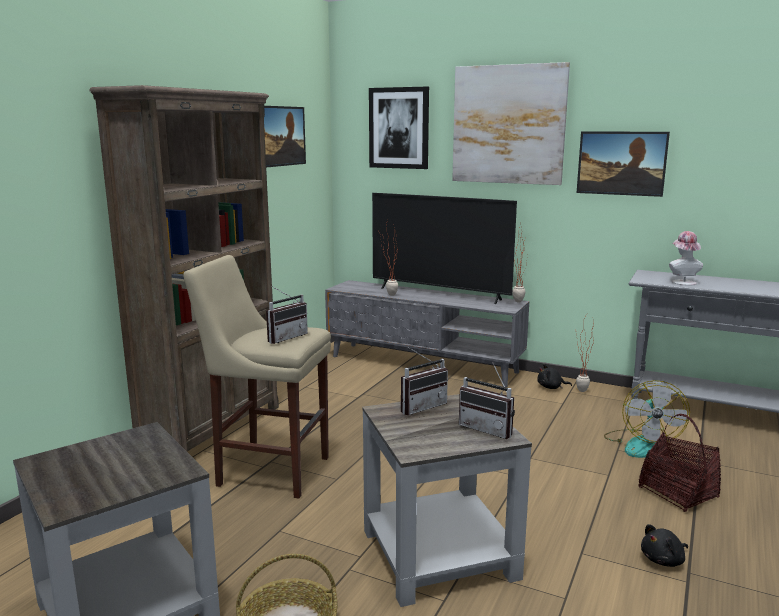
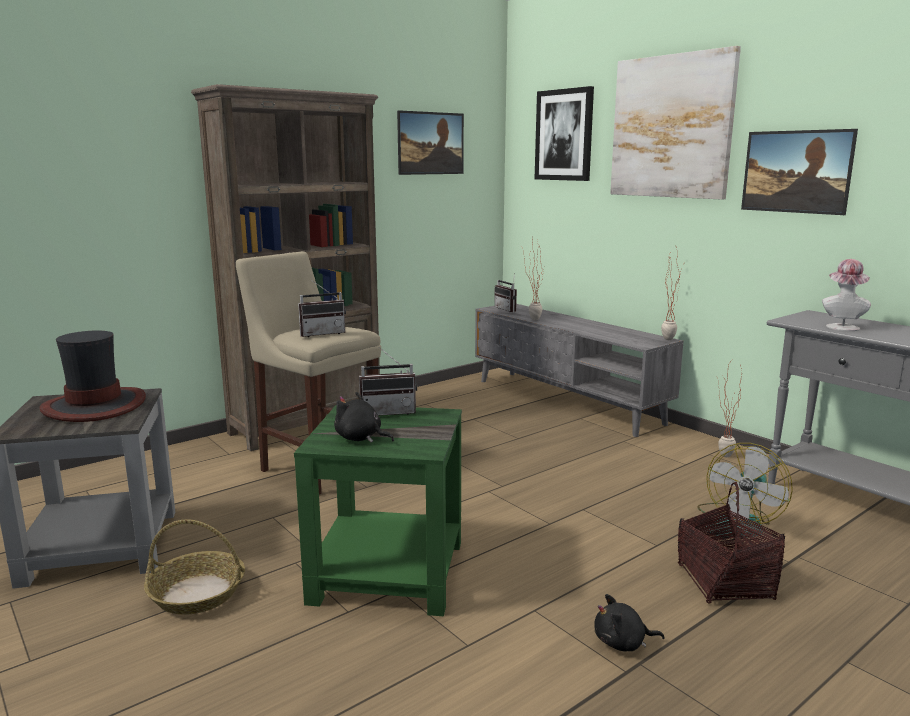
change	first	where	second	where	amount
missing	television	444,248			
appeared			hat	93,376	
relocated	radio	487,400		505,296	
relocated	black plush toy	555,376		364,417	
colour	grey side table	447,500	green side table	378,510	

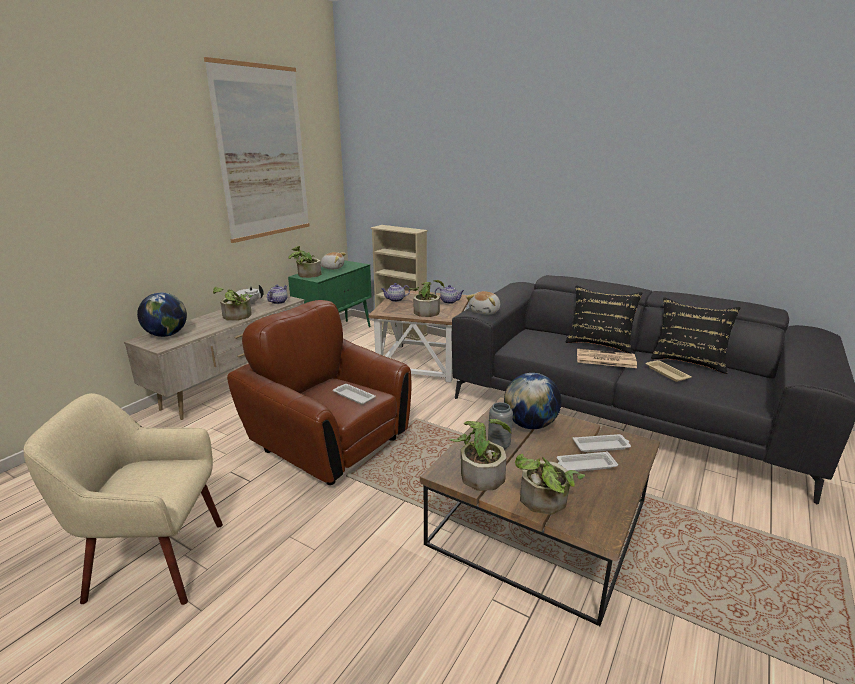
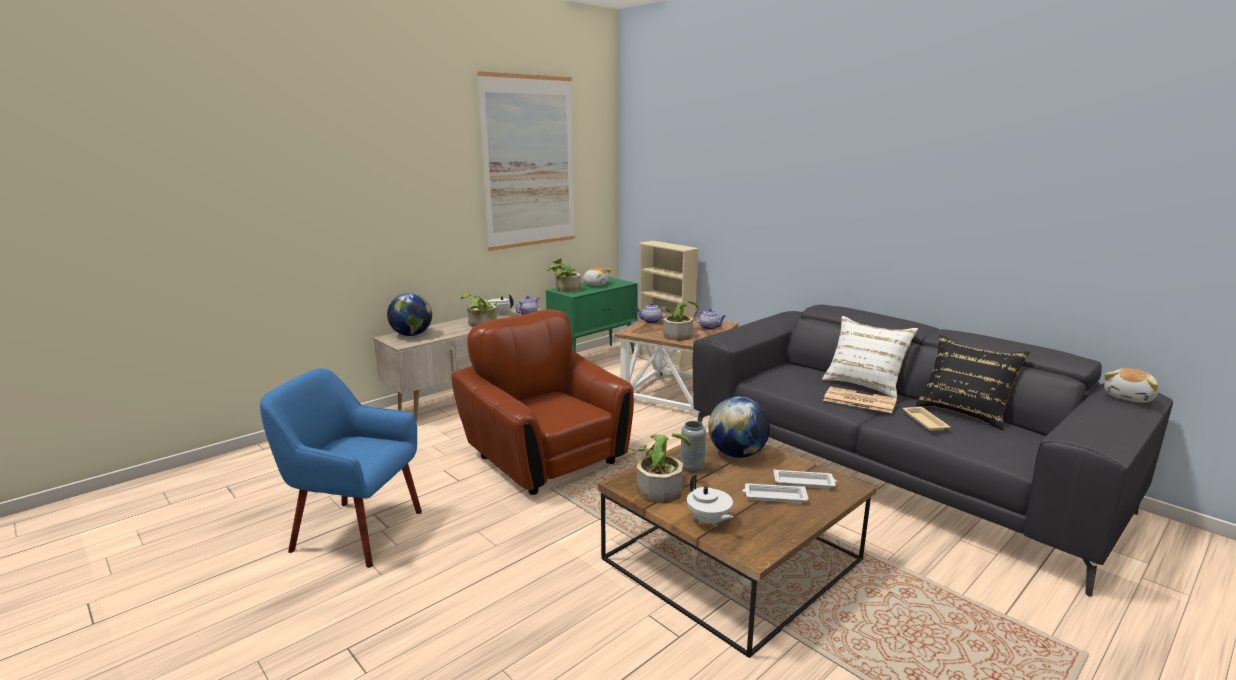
change	first	where	second	where	amount
missing	white tray	354,394			
relocated	plush toy	483,303		1131,385	
exchanged	potted plant	550,484	white teapot	710,501	
colour	beige armchair	123,499	blue armchair	341,468	
colour	black pillow	604,320	white pillow	870,357	

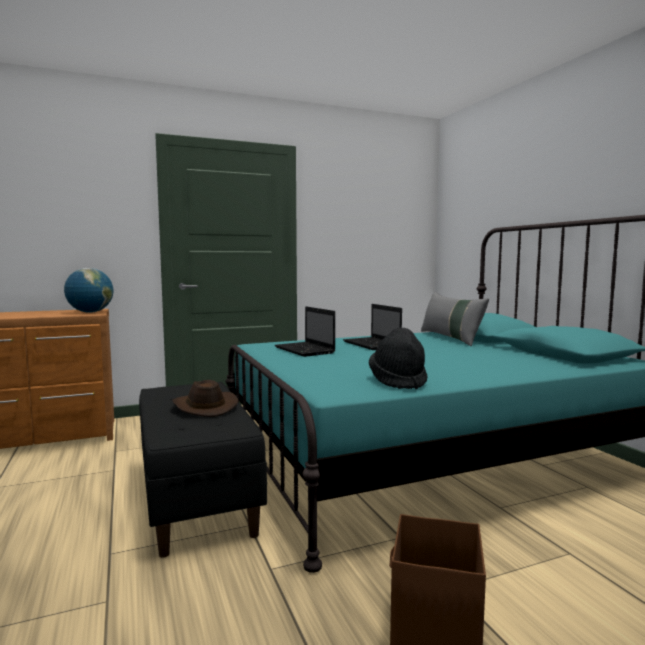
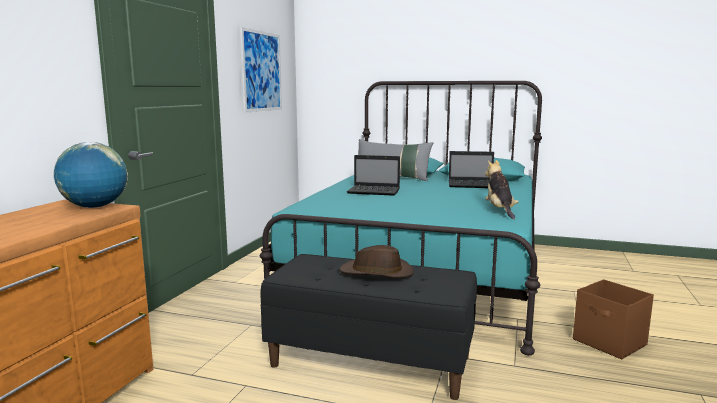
change	first	where	second	where	amount
appeared			picture	261,70	
relocated	laptop	305,331		471,169	
exchanged	black hat	398,358	plush toy	502,189	

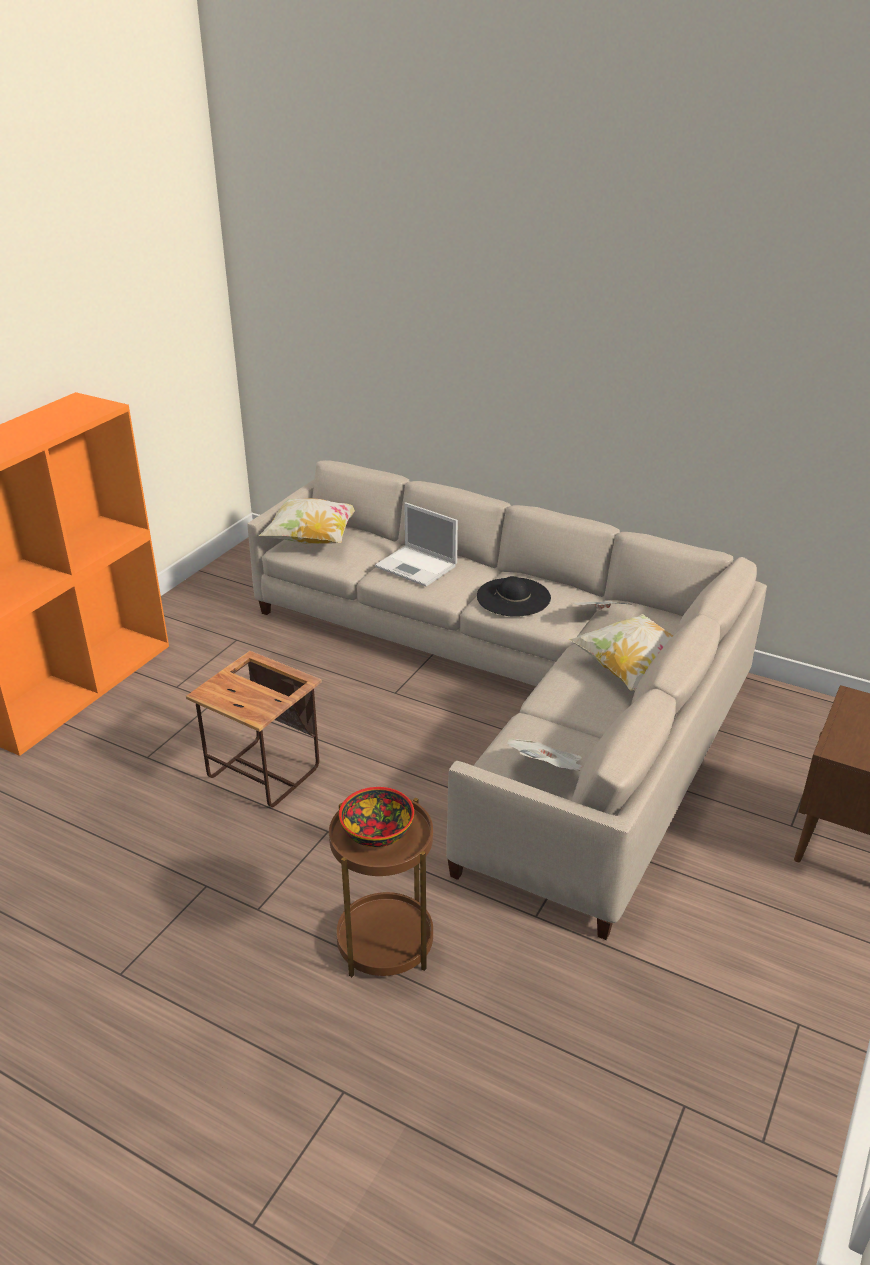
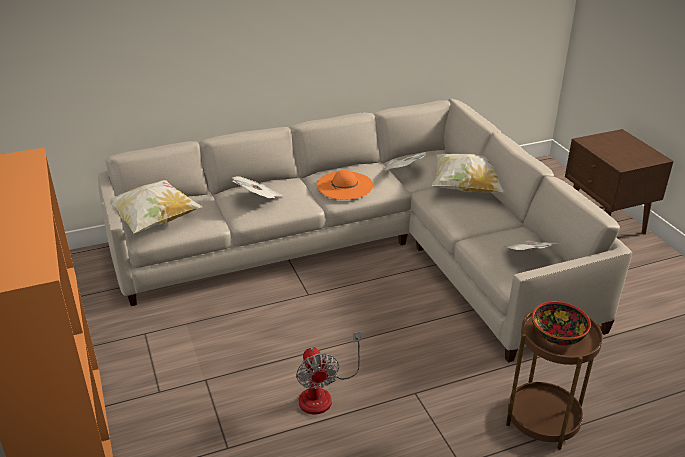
change	first	where	second	where	amount
exchanged	side table	254,729	fan	328,372	
exchanged	laptop	416,544	newspaper	258,187	
colour	black hat	514,596	orange hat	344,185	

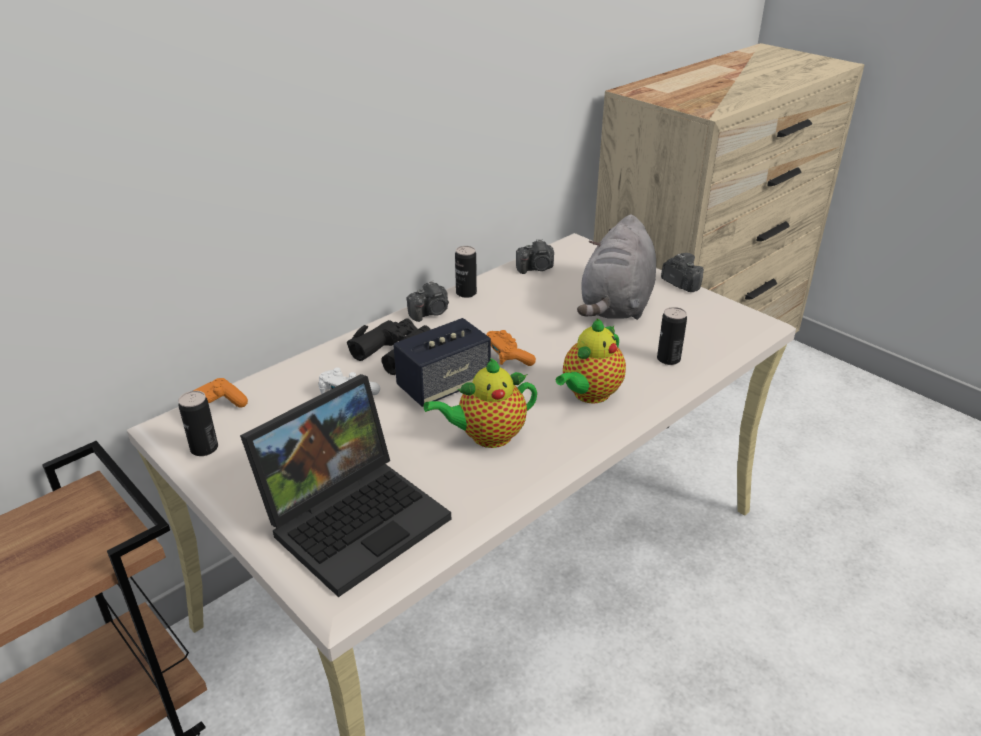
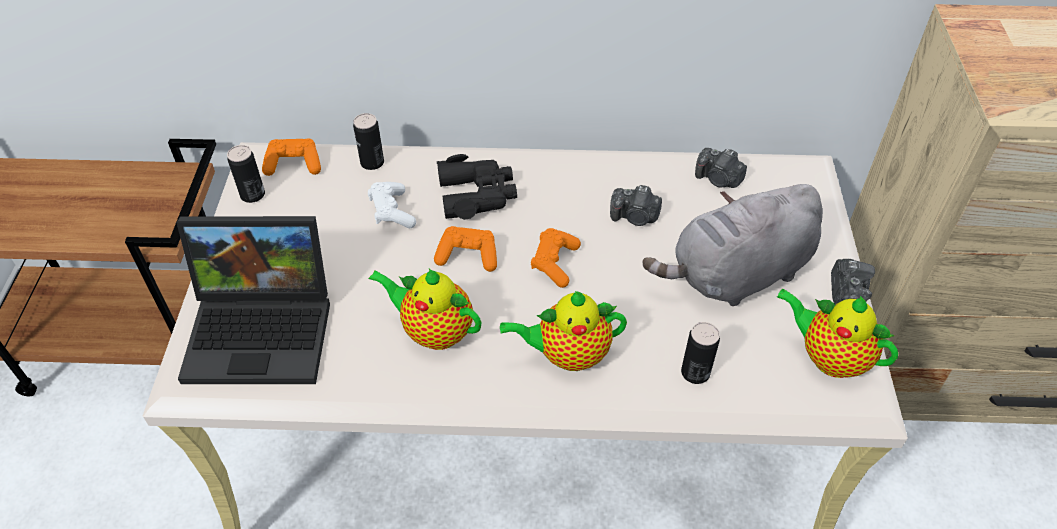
change	first	where	second	where	amount
appeared			teapot	837,333	
relocated	photo camera	427,301		636,205	
relocated	can	466,272		368,141	
exchanged	speaker	442,362	orange game controller	465,249	

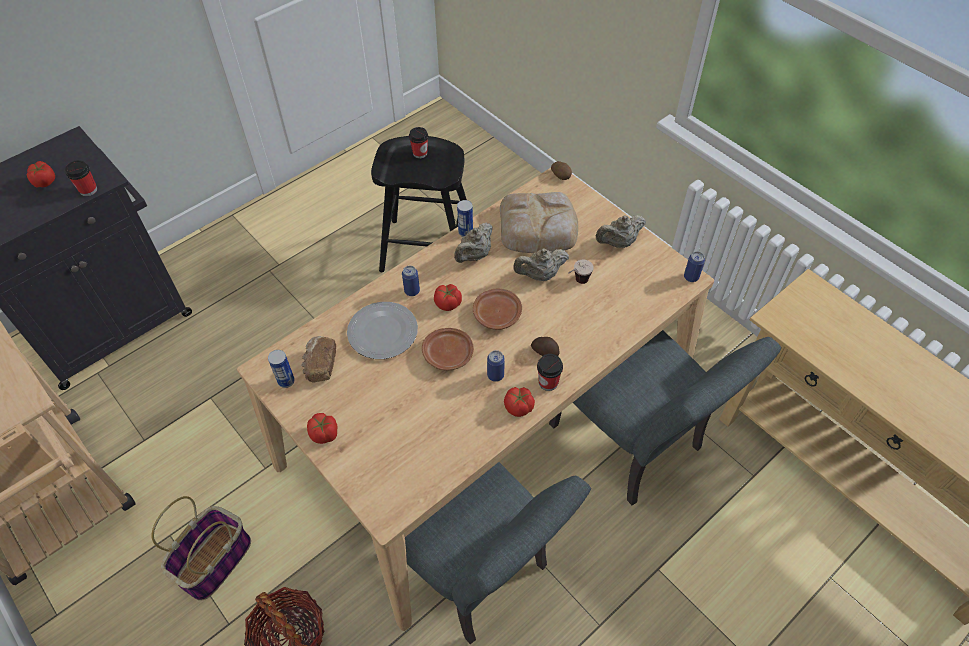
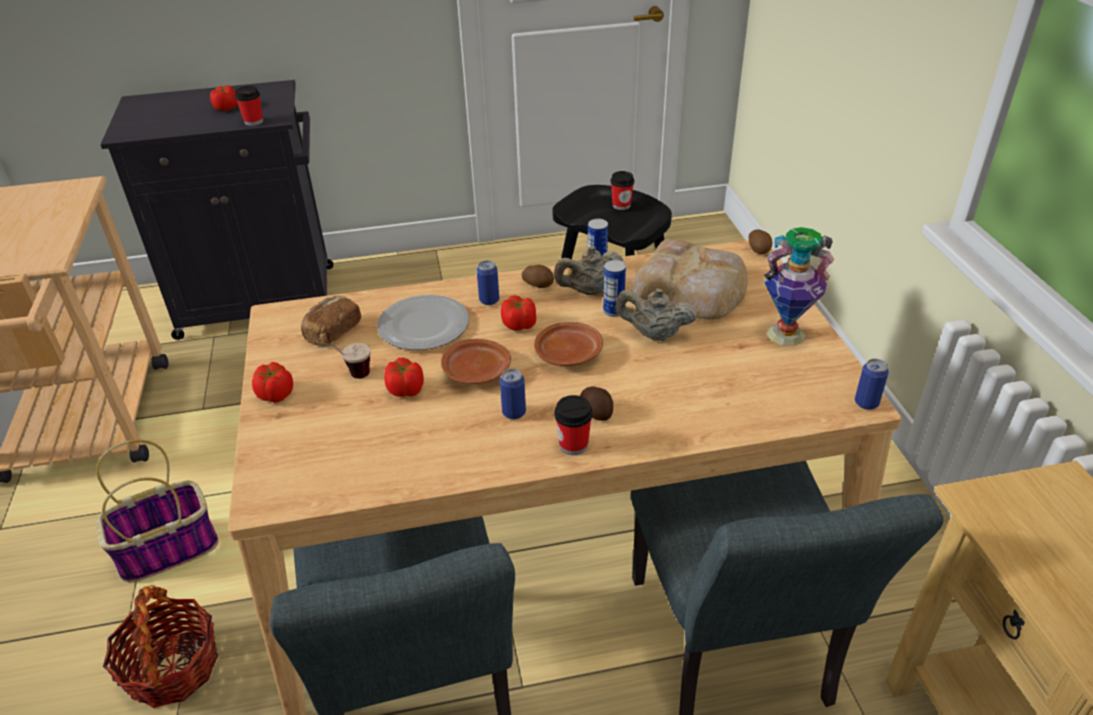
change	first	where	second	where	amount
appeared			potato	538,276	
relocated	can	281,369		614,288	
relocated	tomato	519,402		404,377	
relocated	cup	581,272		342,361	
exchanged	beige teapot	621,231	vase	799,286	

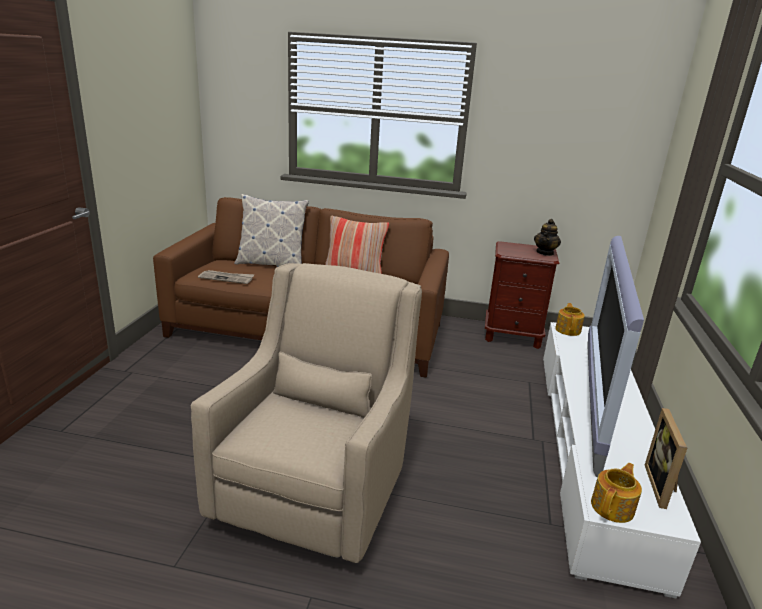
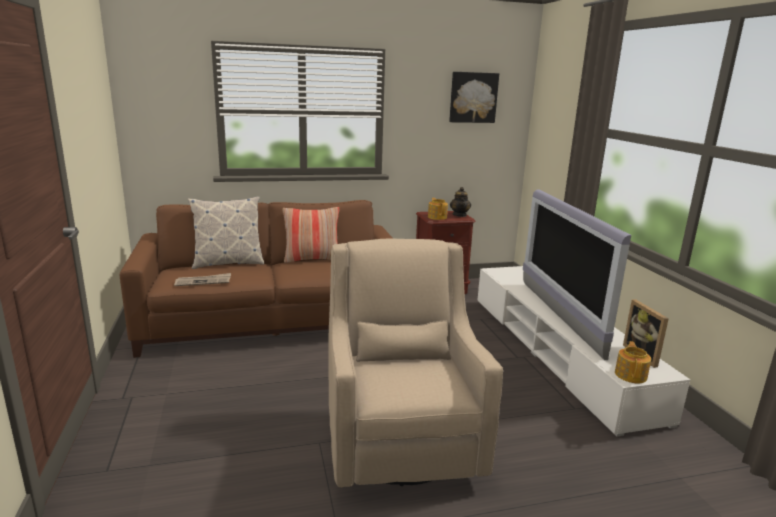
change	first	where	second	where	amount
appeared			picture	474,97	
relocated	teapot	570,319		438,209	

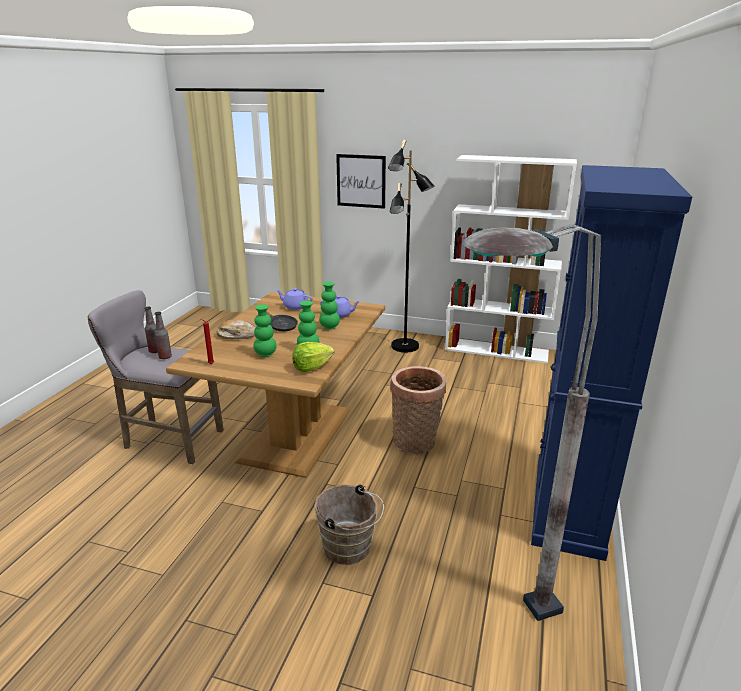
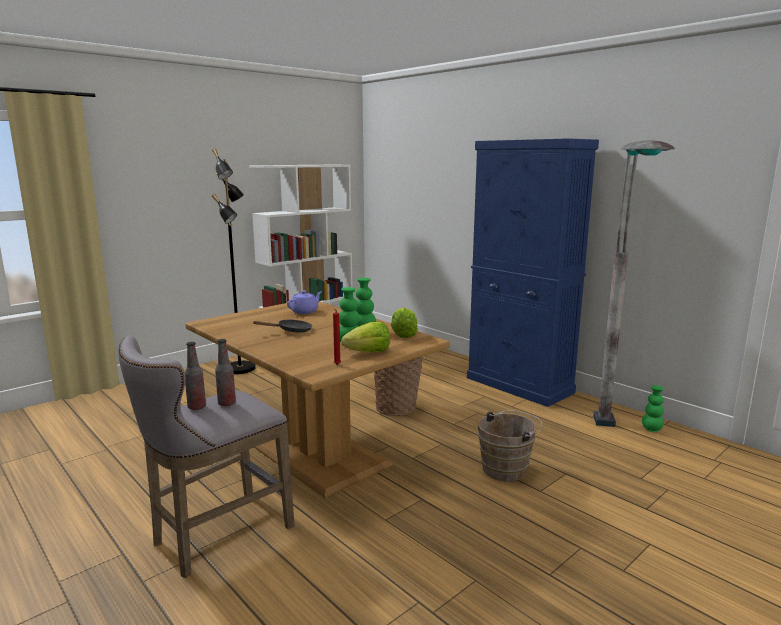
change	first	where	second	where	amount
missing	bread	236,329			
missing	purple teapot	294,299			
missing	picture	361,181			
appeared			lettuce	365,337	
relocated	green vase	329,305		653,408	

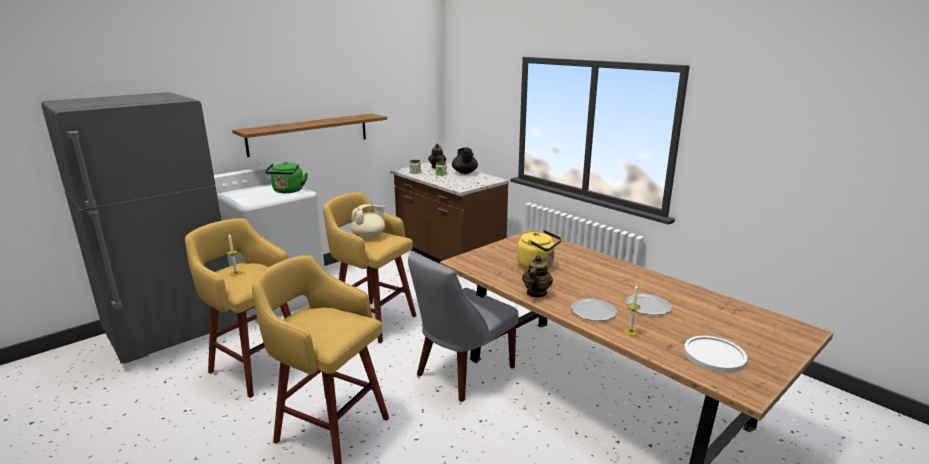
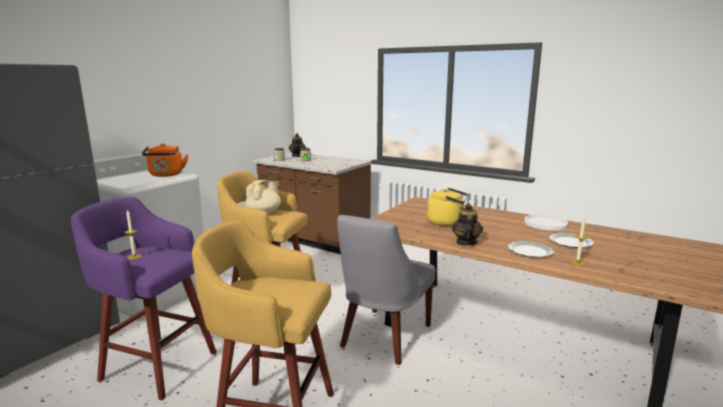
change	first	where	second	where	amount
missing	shelf	309,135			
missing	black teapot	465,160			
relocated	white plate	715,354		546,223	
colour	yellow stool	238,308	purple stool	144,298	
colour	green kettle	286,177	orange kettle	165,160	

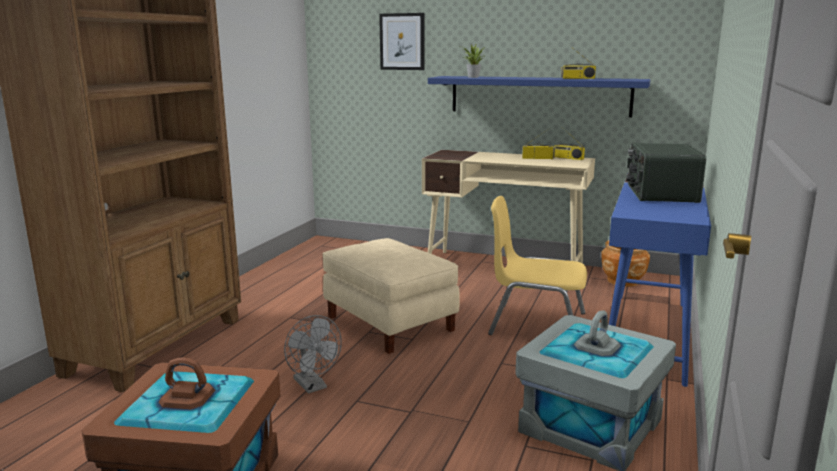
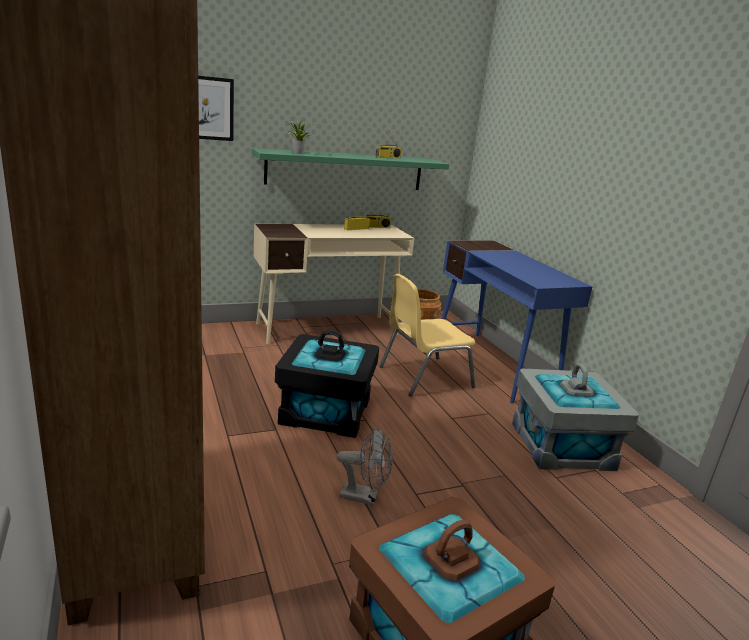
change	first	where	second	where	amount
missing	radio	666,173			
exchanged	beige ottoman	391,296	black storage box	327,384	
colour	blue shelf	539,96	green shelf	350,169	

